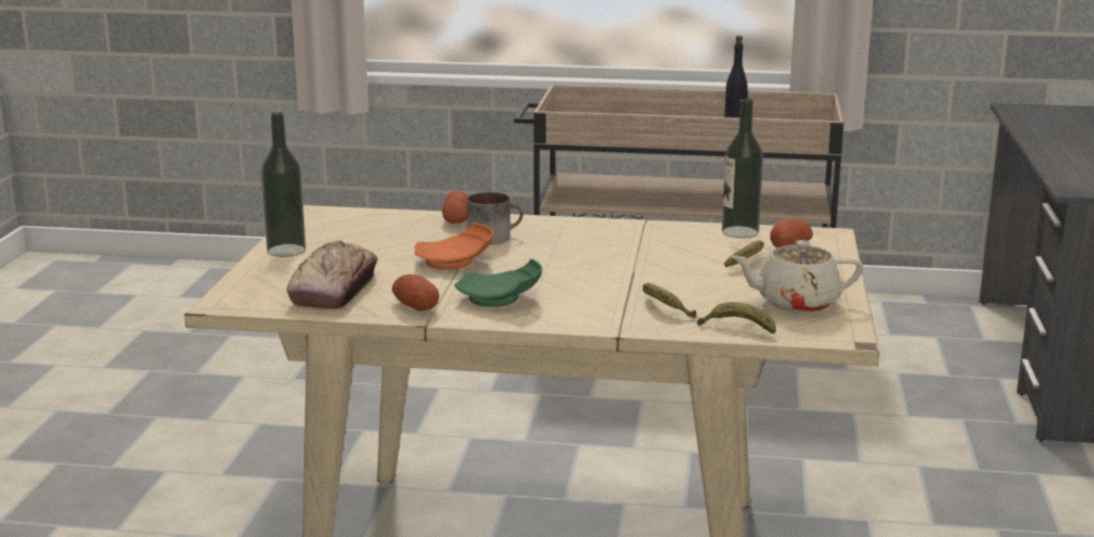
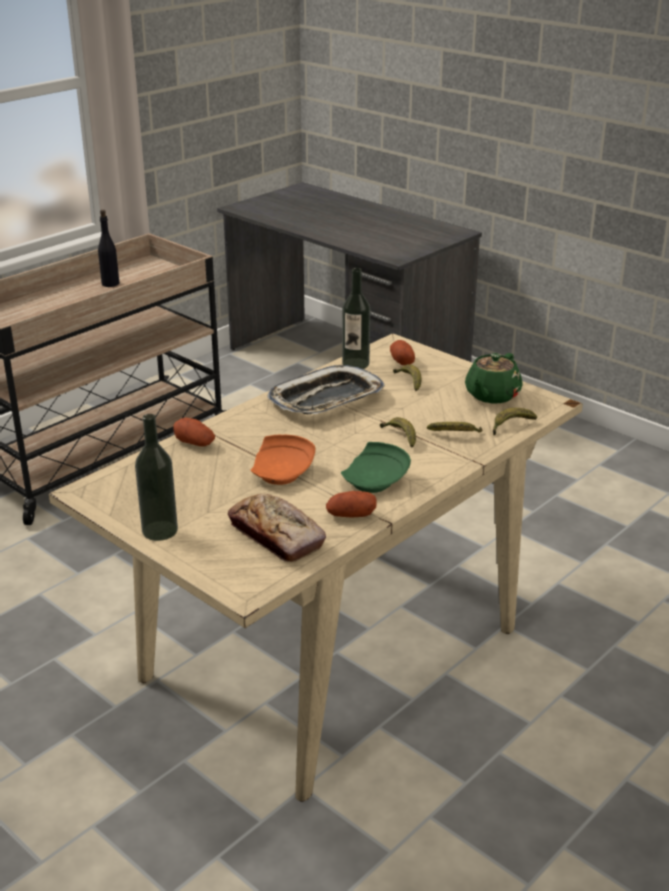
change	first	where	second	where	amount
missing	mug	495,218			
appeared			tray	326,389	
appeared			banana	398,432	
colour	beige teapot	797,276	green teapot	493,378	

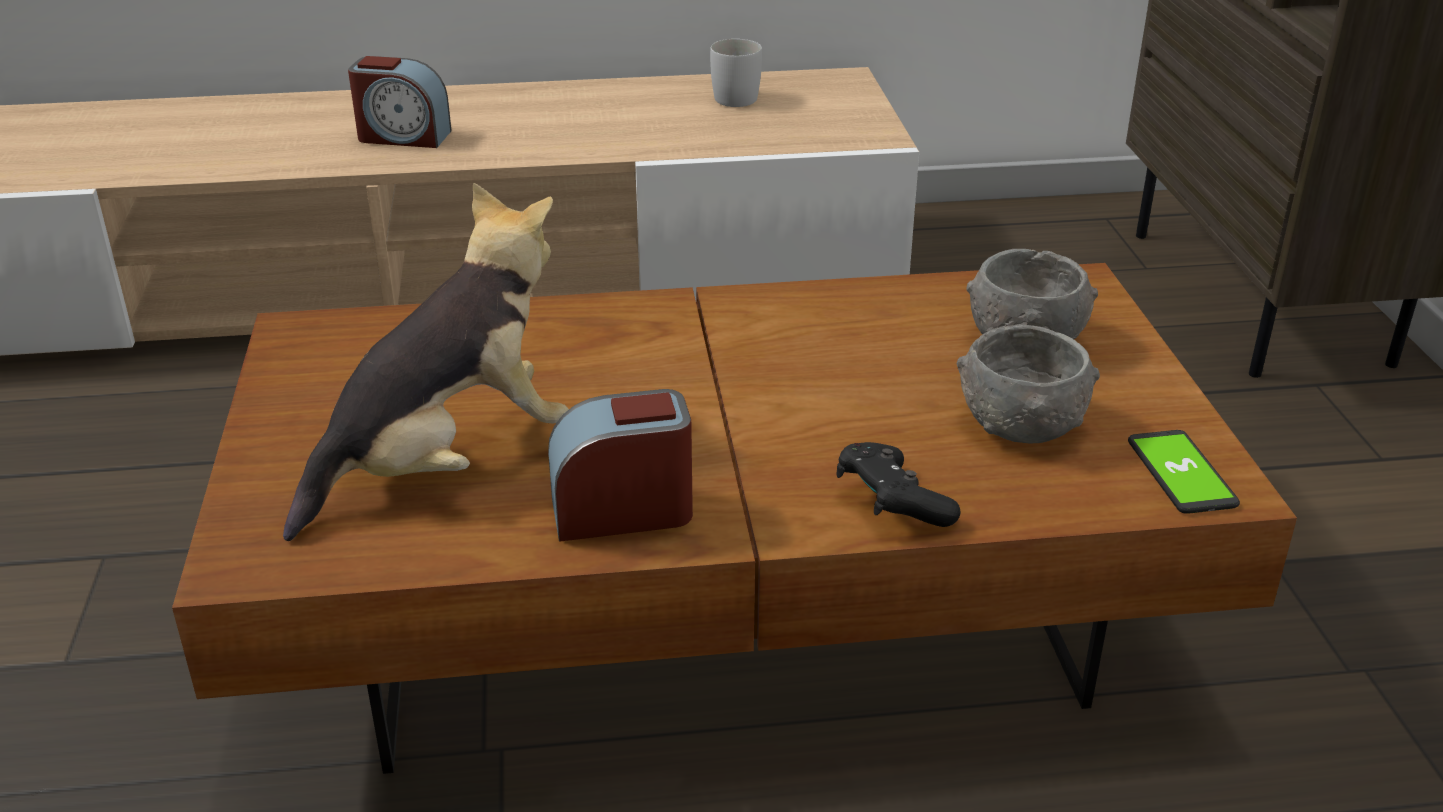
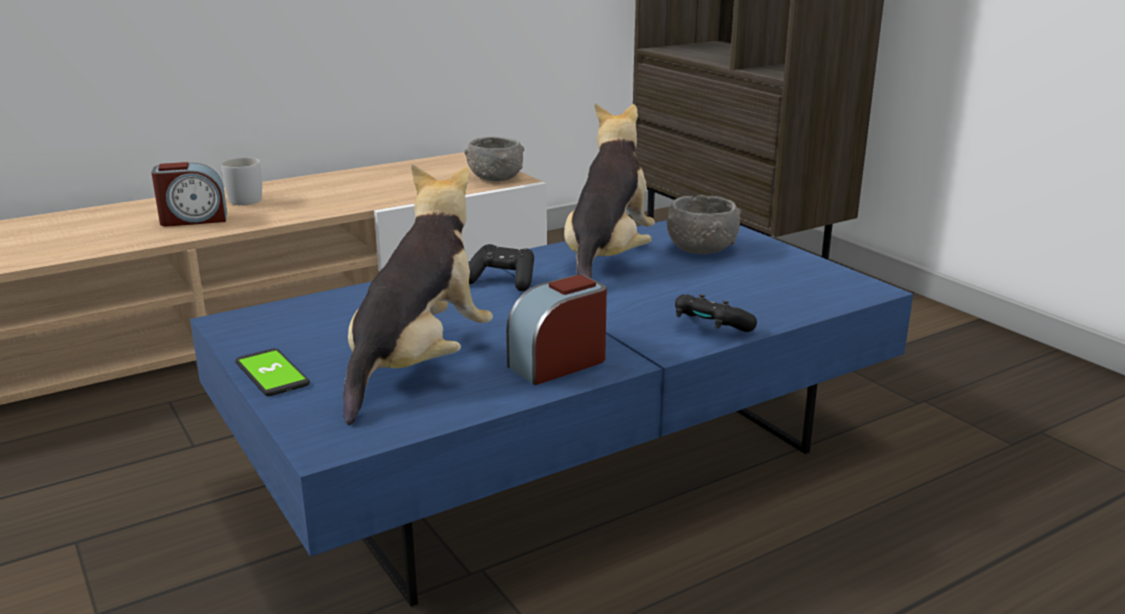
change	first	where	second	where	amount
appeared			black game controller	501,267	
appeared			plush toy	609,191	
relocated	white mug	736,73		241,181	
relocated	grey bowl	1028,384		494,159	
relocated	phone	1184,472		272,372	
colour	brown coffee table	734,518	blue coffee table	551,413	

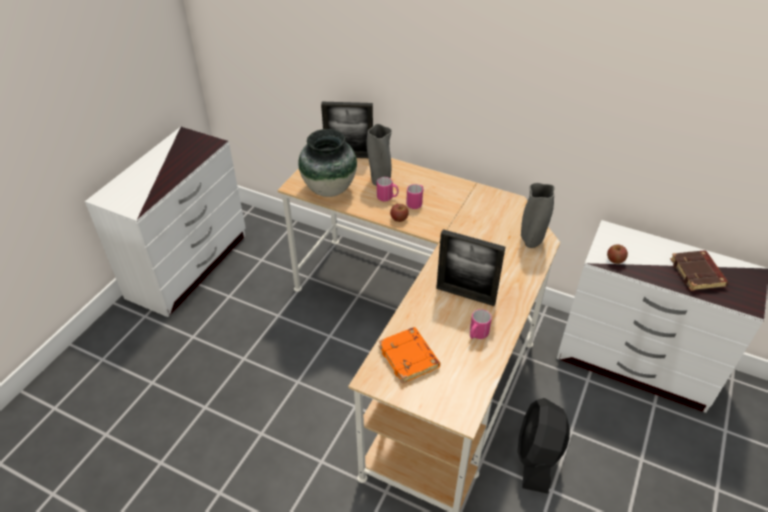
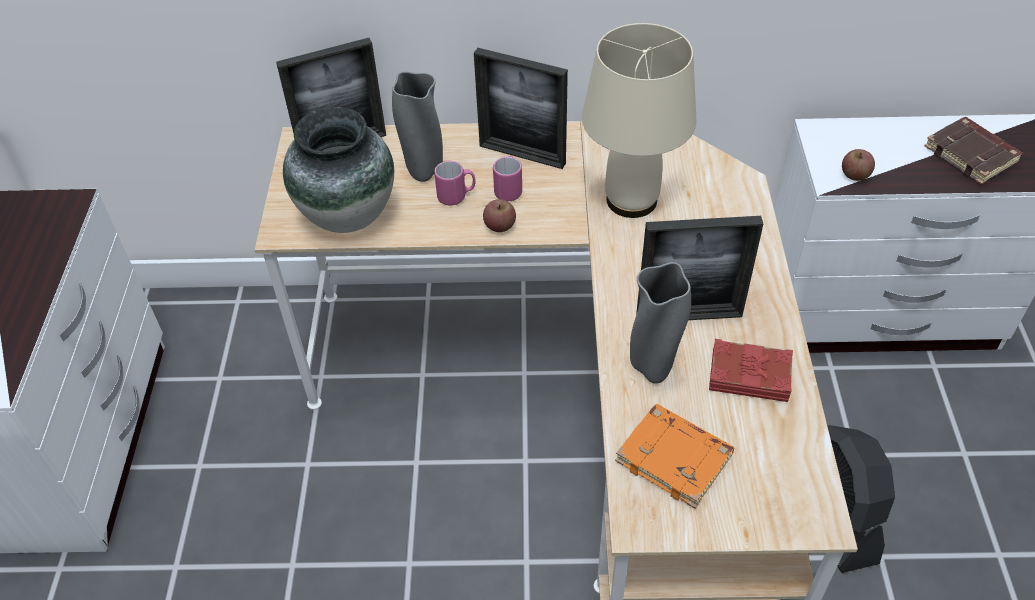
change	first	where	second	where	amount
appeared			picture frame	521,108	
appeared			beige table lamp	639,120	
relocated	grey vase	538,215		660,323	
exchanged	pink mug	481,324	red book	751,370	

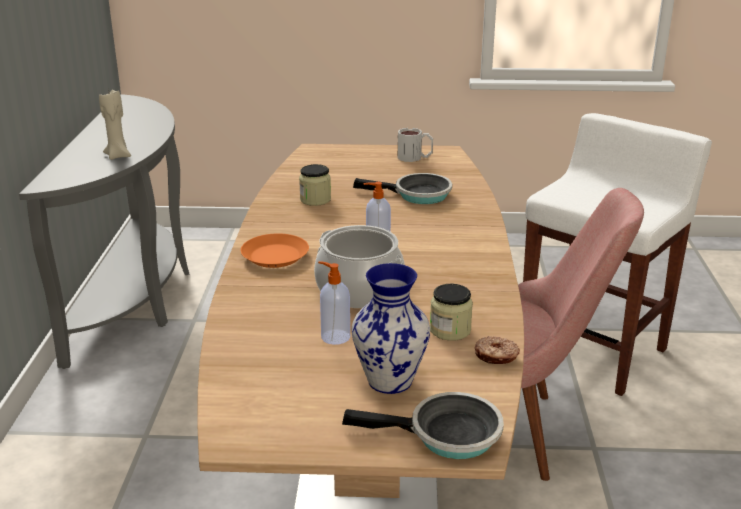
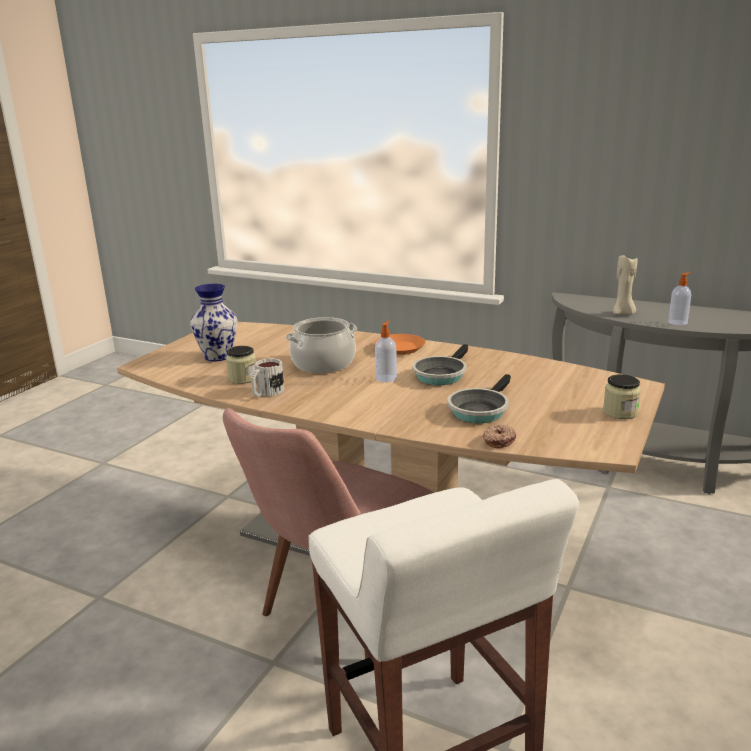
change	first	where	second	where	amount
relocated	jar	315,185		622,396	
relocated	soap dispenser	334,303		679,298	
relocated	frying pan	423,425		440,364	
relocated	mug	415,145		267,377	
relocated	donut	497,350		499,436	

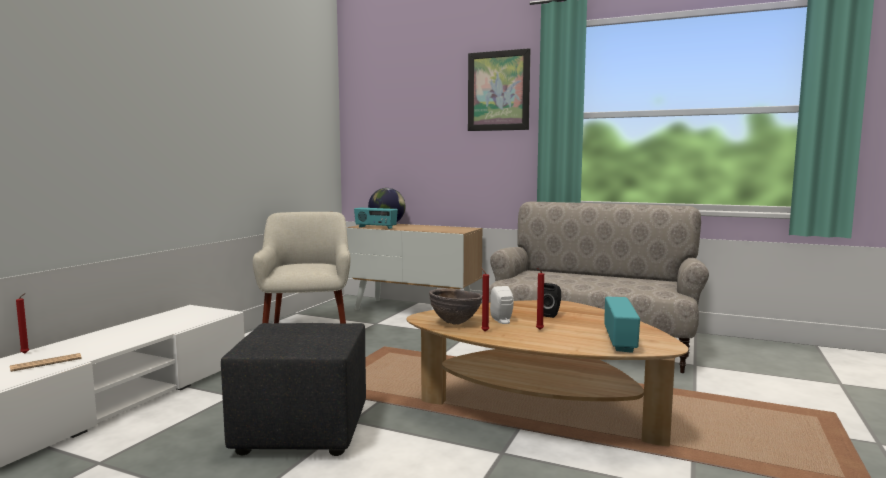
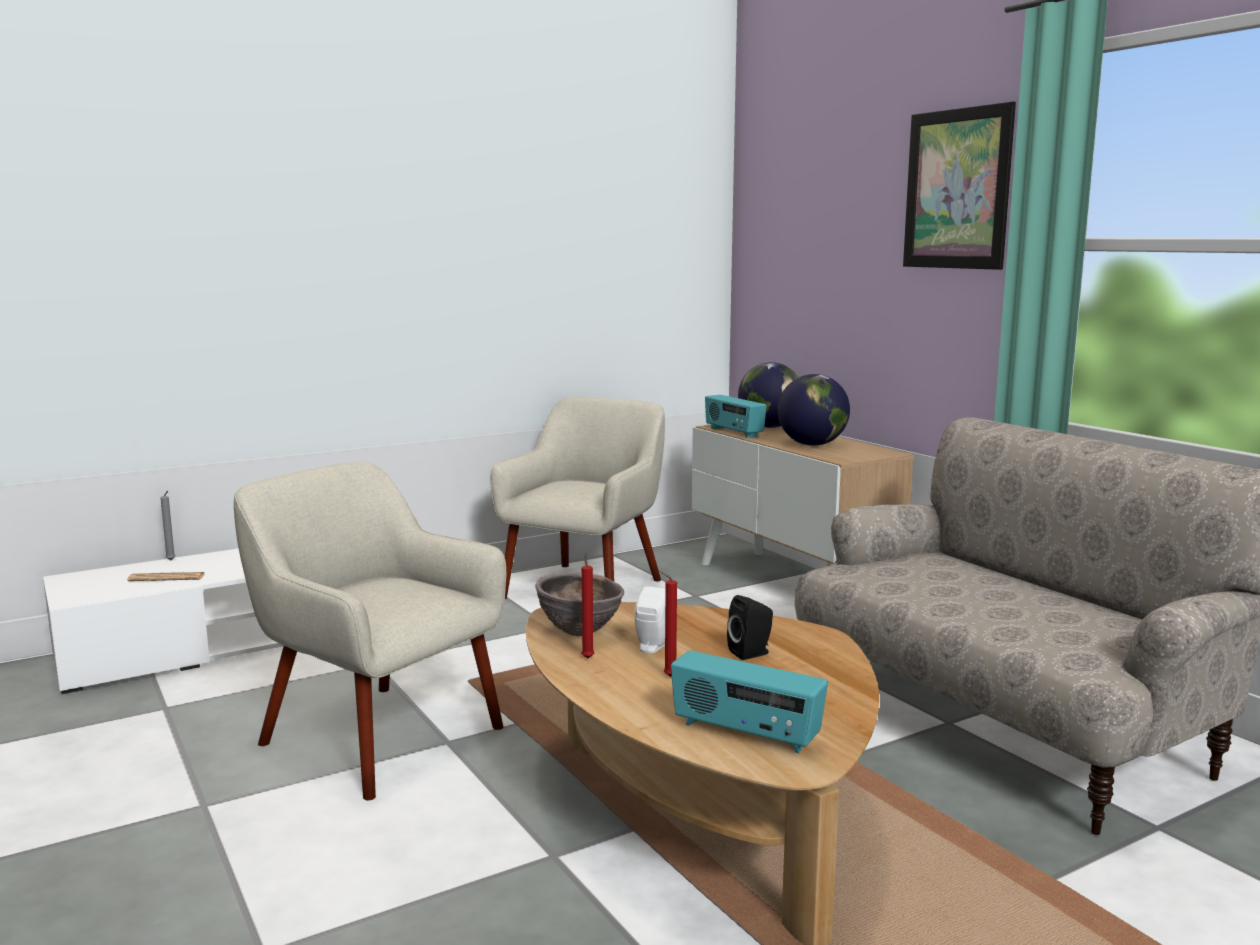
change	first	where	second	where	amount
appeared			globe	814,410	
exchanged	black ottoman	293,389	beige armchair	370,631	
colour	red candle	22,323	grey candle	168,525	
spun	radio	622,324		749,701	75 degrees clockwise

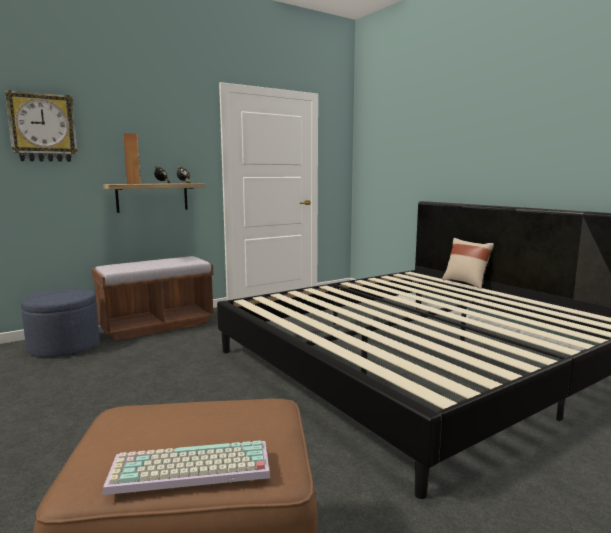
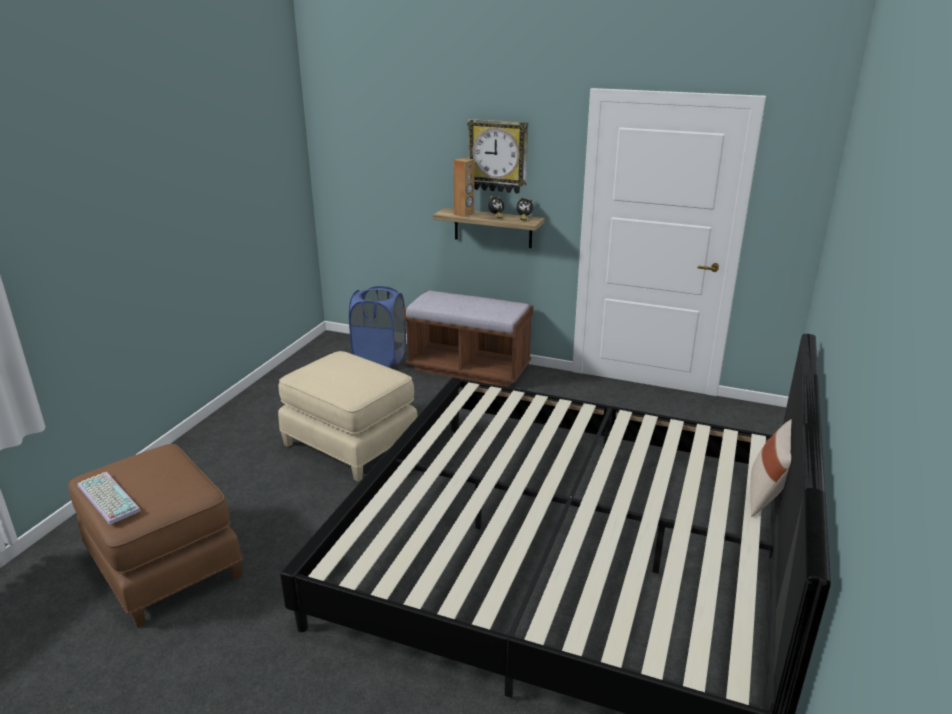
change	first	where	second	where	amount
appeared			beige ottoman	348,416	
relocated	wall clock	41,126		497,156	
exchanged	blue ottoman	60,322	blue laundry basket	377,326	

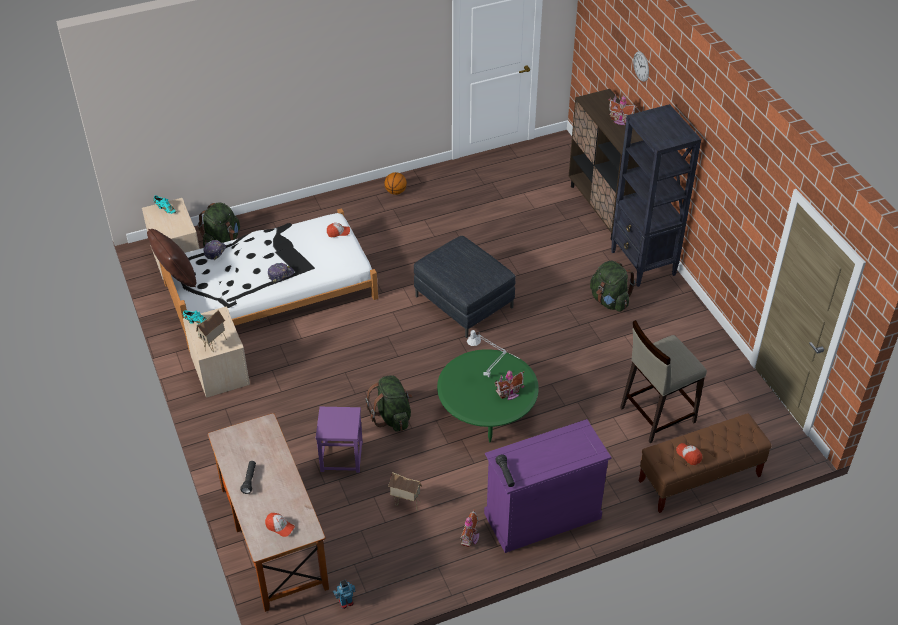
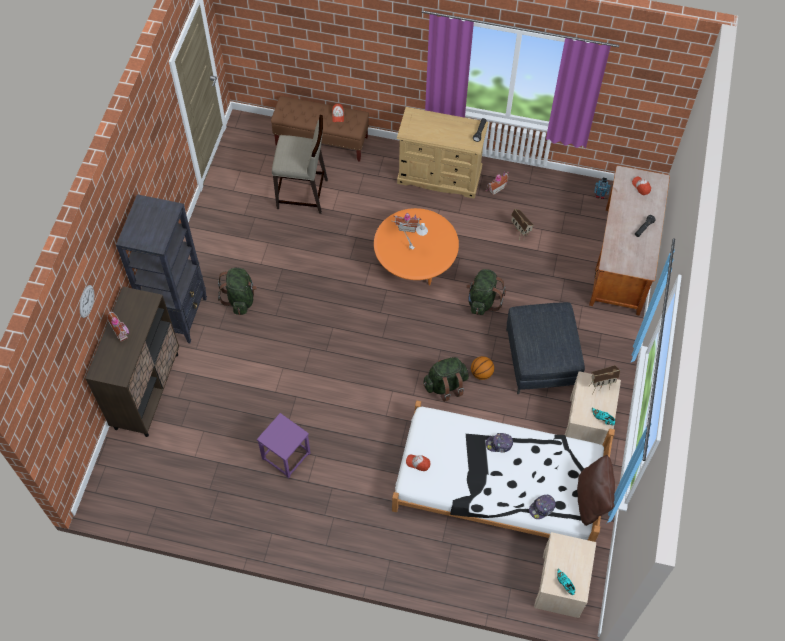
change	first	where	second	where	amount
relocated	green backpack	219,225		446,379	
relocated	purple stool	339,440		284,445	
relocated	basketball	395,183		482,368	
relocated	grey ottoman	465,287		545,348	
colour	green coffee table	488,395	orange coffee table	416,247	
colour	purple dresser	547,486	beige dresser	442,153	

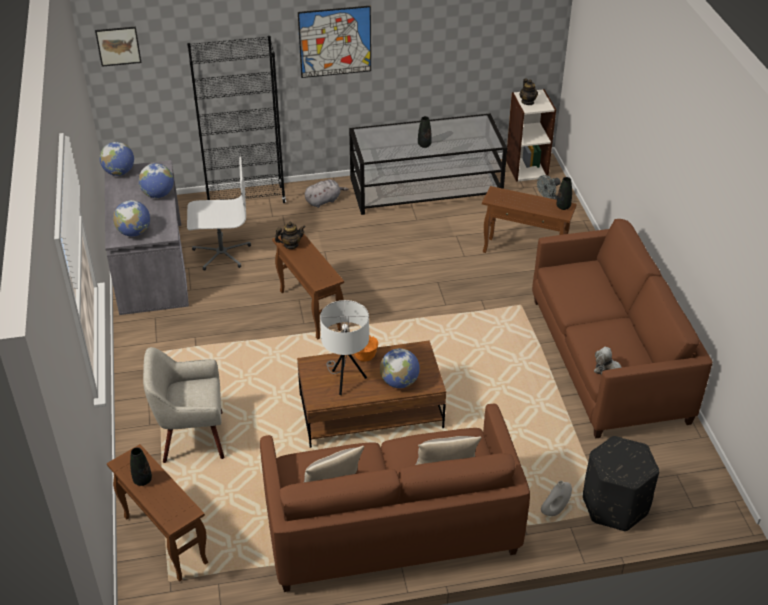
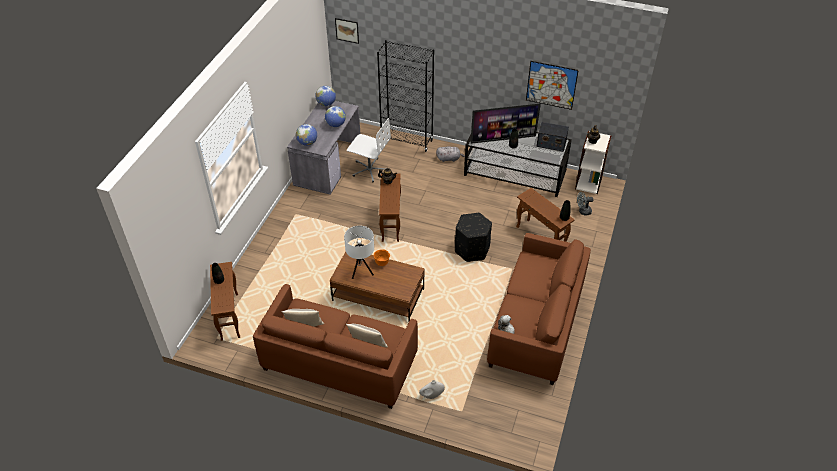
change	first	where	second	where	amount
missing	beige armchair	183,405			
missing	globe	400,368			
appeared			television	505,123	
appeared			radio	552,137	
relocated	picture	334,42		552,85	
relocated	black ottoman	621,483		473,237	

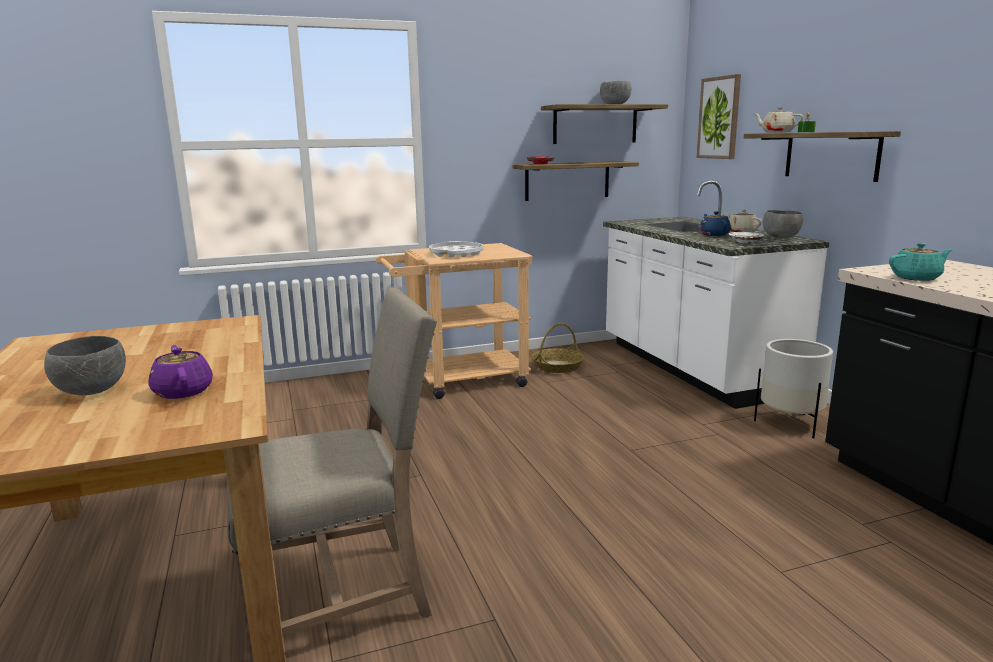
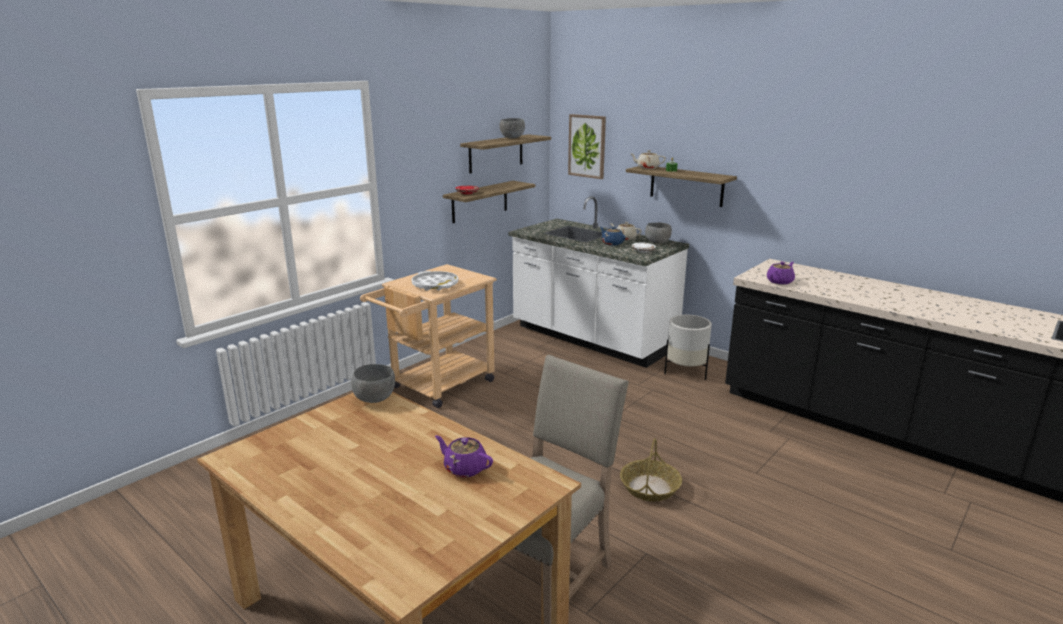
change	first	where	second	where	amount
relocated	grey bowl	85,365		373,383	
relocated	basket	558,348		651,469	
colour	turquoise teapot	921,262	purple teapot	781,273	

